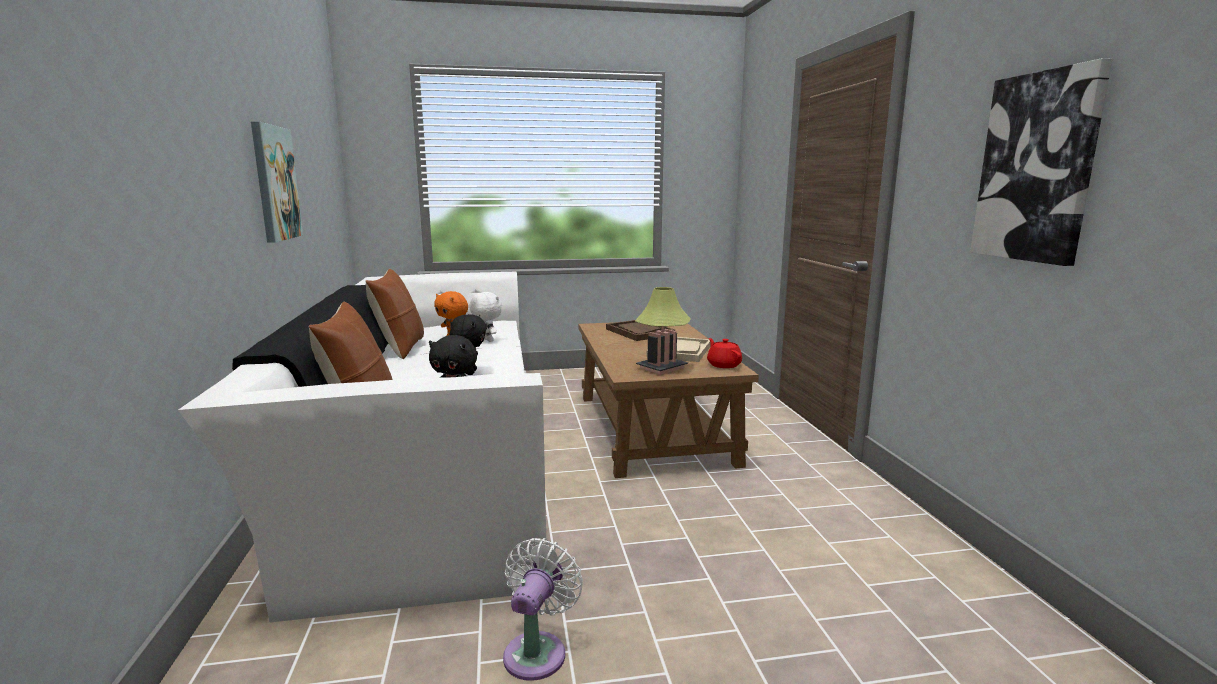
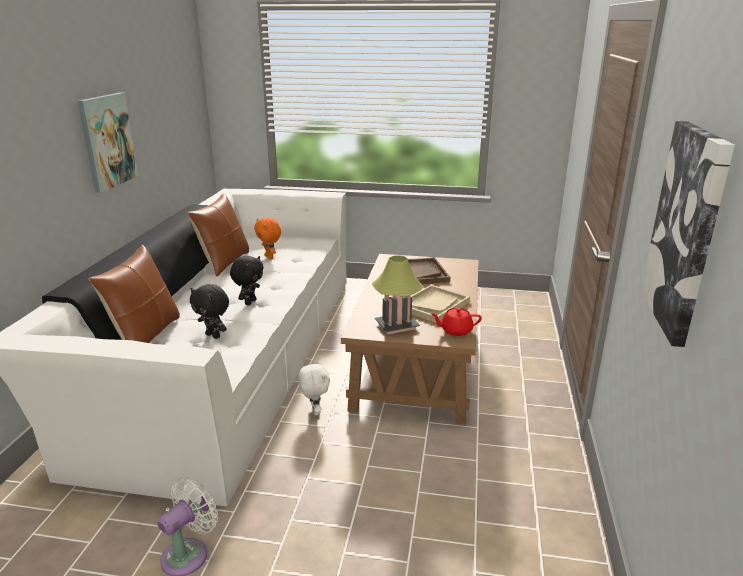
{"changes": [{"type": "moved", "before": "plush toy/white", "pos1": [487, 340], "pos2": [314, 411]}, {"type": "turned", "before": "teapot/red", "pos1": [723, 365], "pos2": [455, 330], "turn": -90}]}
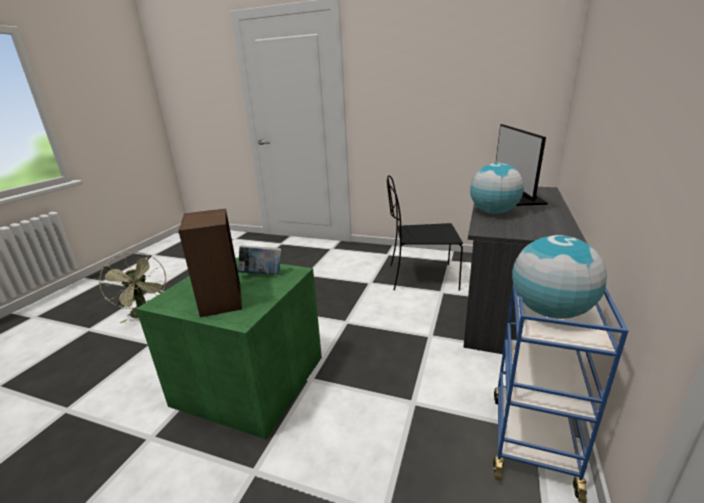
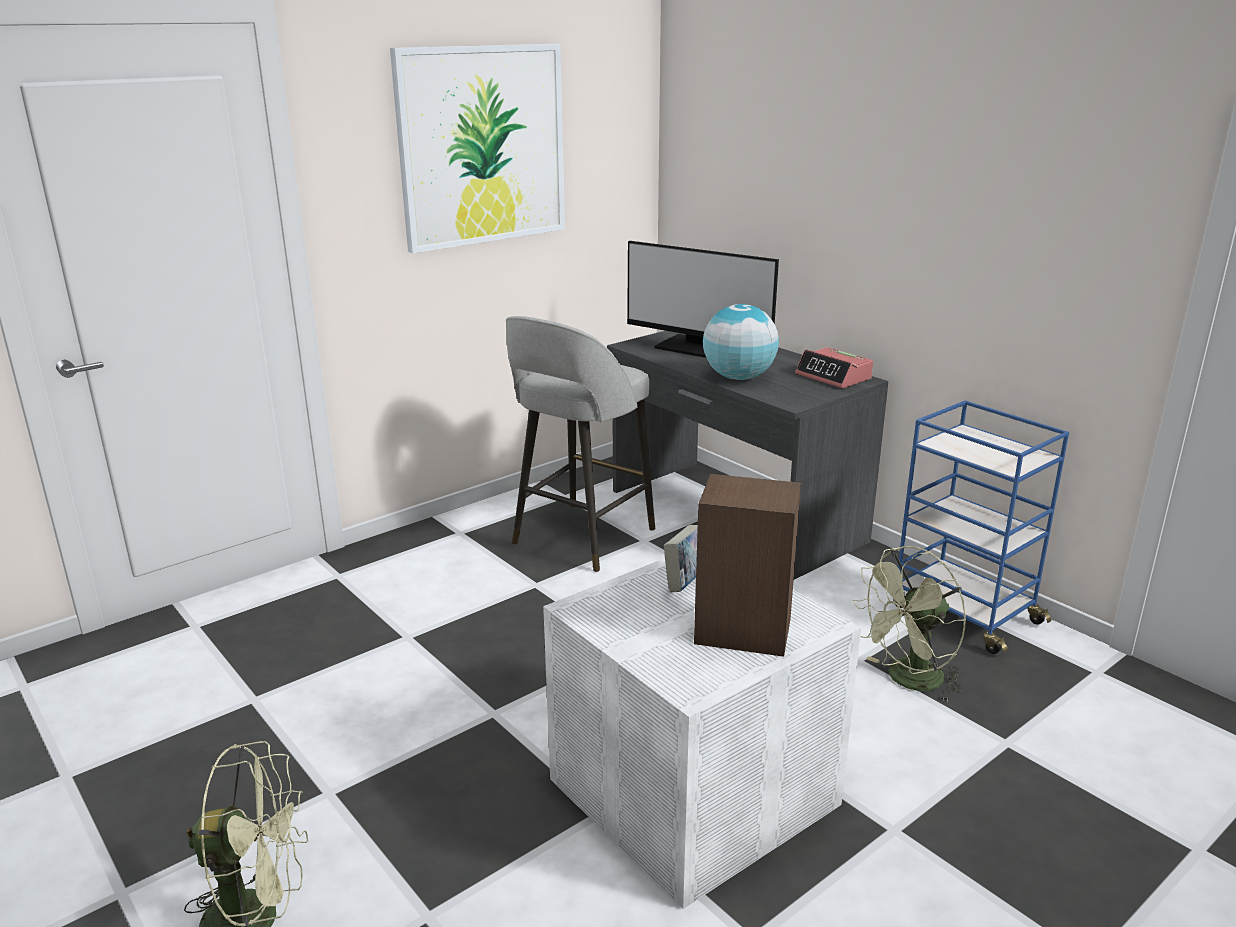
{"changes": [{"type": "removed", "before": "globe", "pos1": [550, 311]}, {"type": "added", "after": "picture", "pos2": [482, 146]}, {"type": "added", "after": "alarm clock", "pos2": [833, 377]}, {"type": "added", "after": "fan/green", "pos2": [908, 681]}, {"type": "replaced", "before": "chair/black", "after": "stool/grey", "pos1": [420, 277], "pos2": [581, 538]}, {"type": "recoloured", "before": "storage box/green", "after": "storage box/white", "pos1": [250, 382], "pos2": [698, 792]}]}
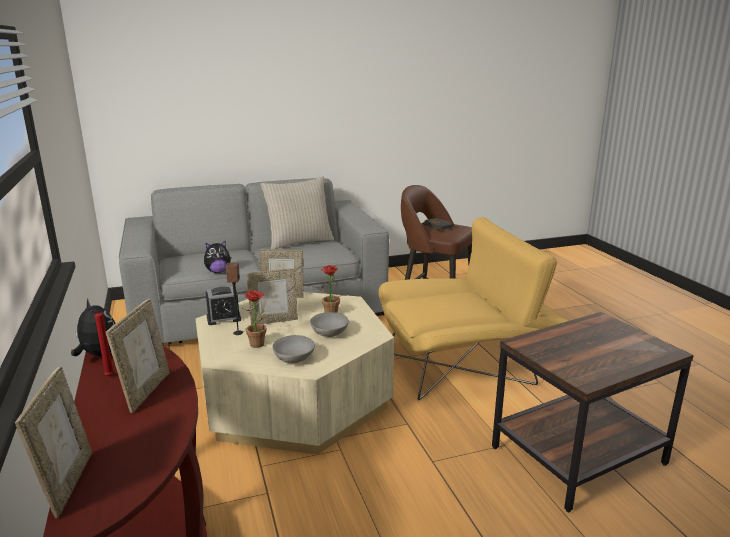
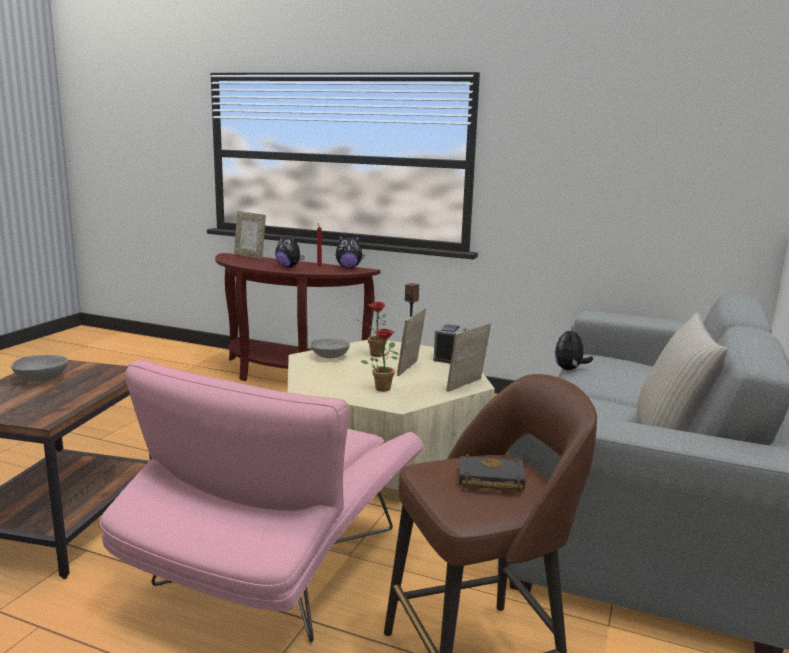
{"changes": [{"type": "moved", "before": "bowl/grey", "pos1": [330, 333], "pos2": [41, 379]}, {"type": "replaced", "before": "picture frame", "after": "plush toy", "pos1": [146, 391], "pos2": [289, 267]}, {"type": "recoloured", "before": "armchair/yellow", "after": "armchair/pink", "pos1": [468, 365], "pos2": [274, 569]}]}
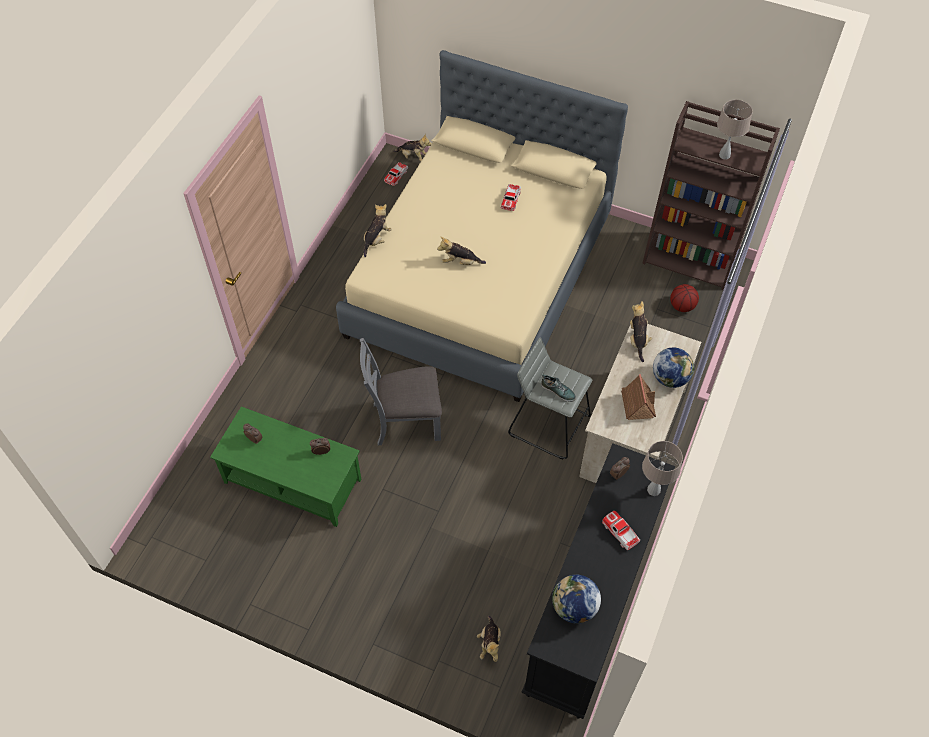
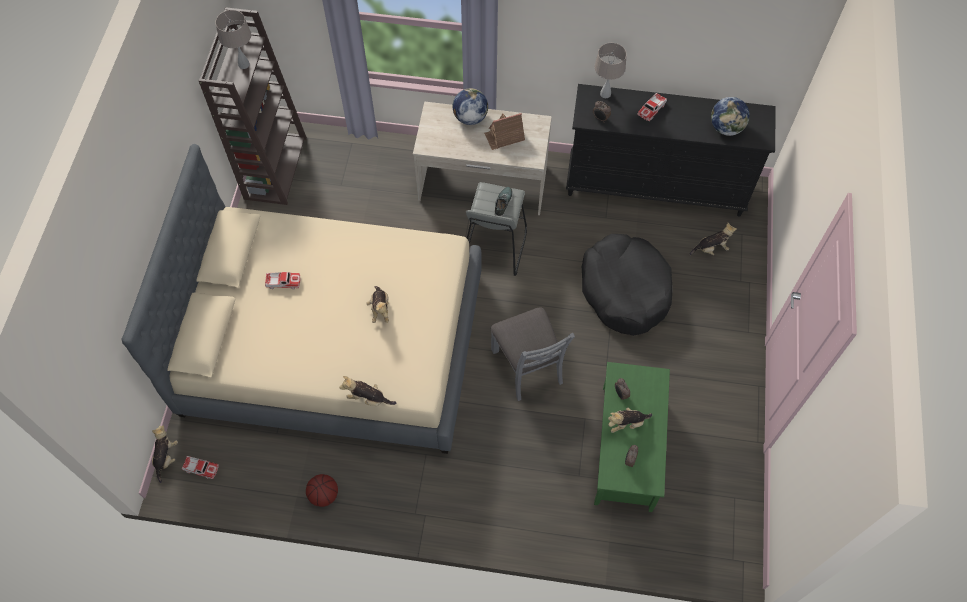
{"changes": [{"type": "added", "after": "dog bed/black", "pos2": [625, 290]}, {"type": "moved", "before": "plush toy", "pos1": [637, 340], "pos2": [626, 423]}, {"type": "moved", "before": "basketball", "pos1": [682, 306], "pos2": [323, 495]}]}
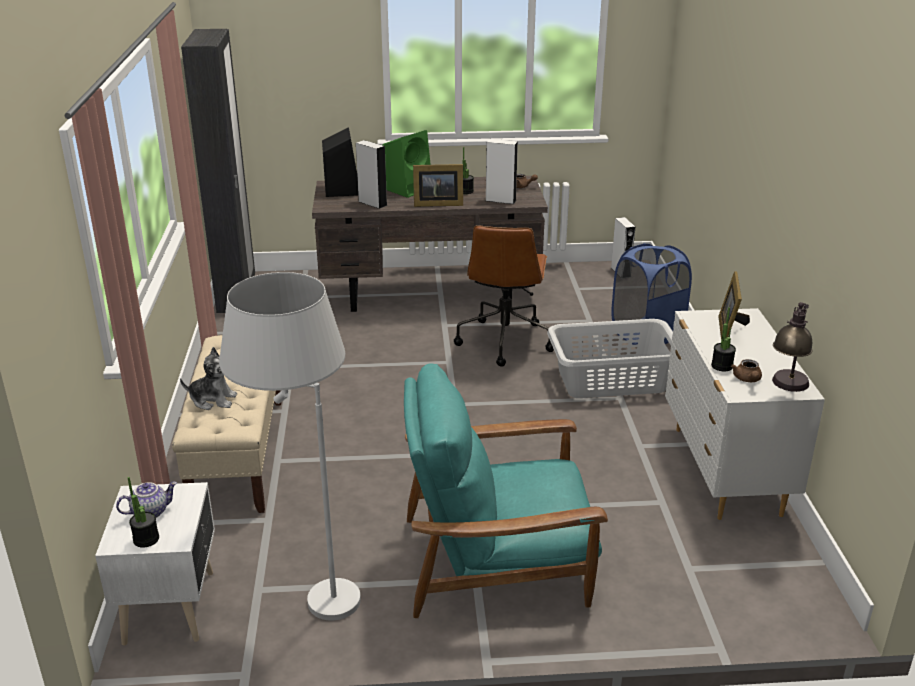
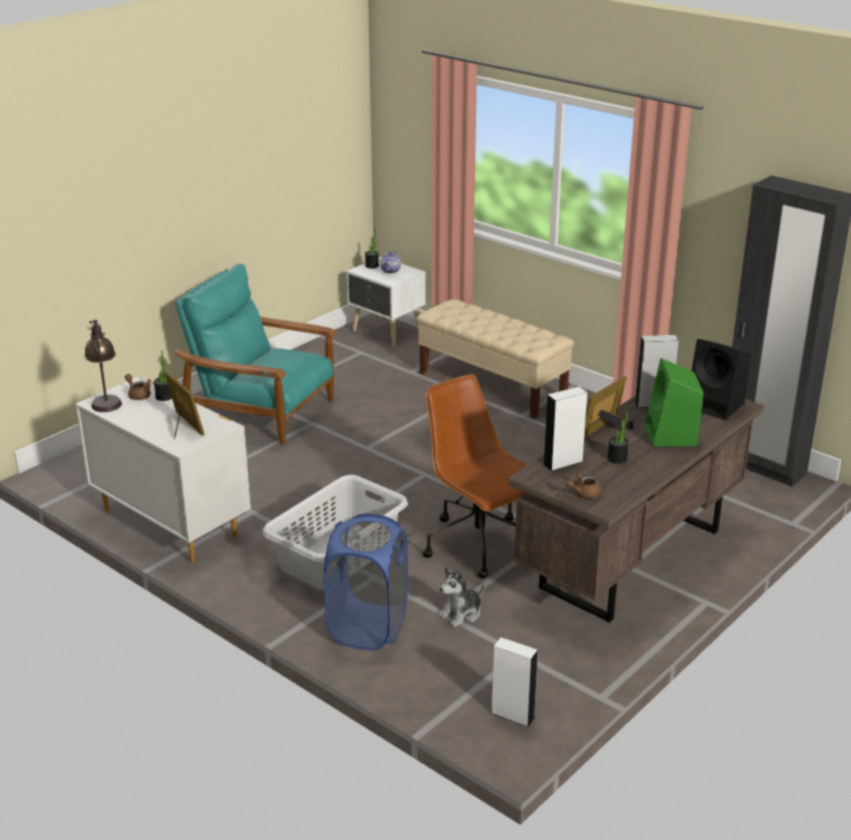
{"changes": [{"type": "removed", "before": "floor lamp/white", "pos1": [306, 596]}, {"type": "moved", "before": "plush toy", "pos1": [213, 400], "pos2": [461, 613]}, {"type": "turned", "before": "armchair/turquoise", "pos1": [498, 561], "pos2": [261, 411], "turn": -105}]}
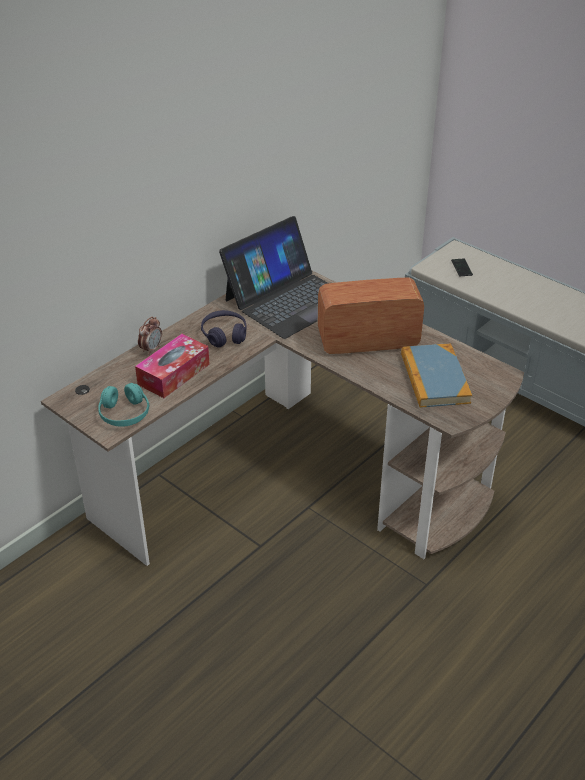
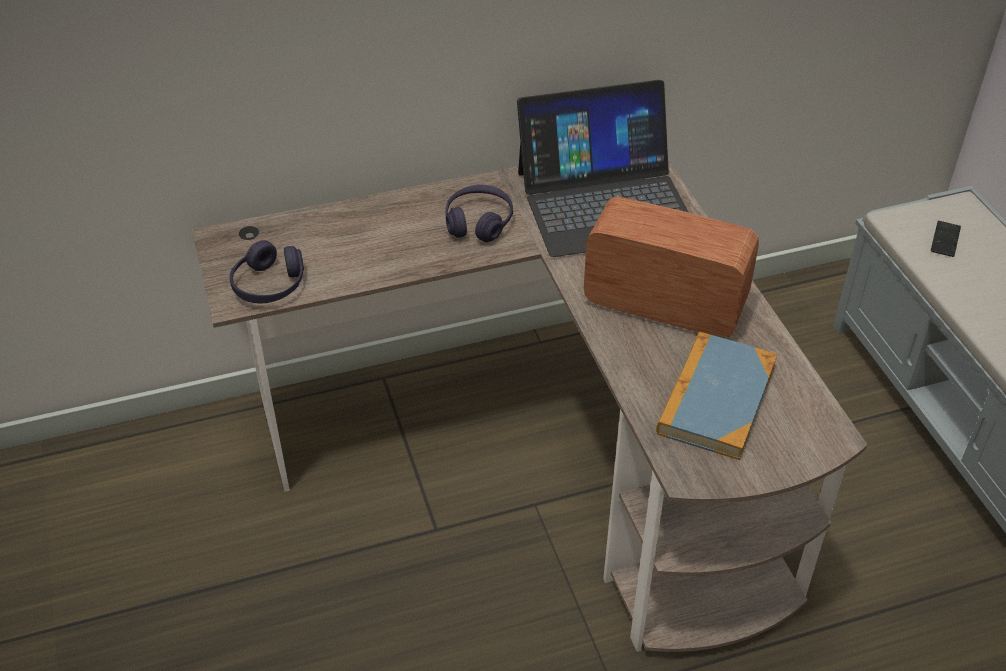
{"changes": [{"type": "removed", "before": "tissue box", "pos1": [174, 374]}, {"type": "removed", "before": "alarm clock", "pos1": [151, 349]}, {"type": "recoloured", "before": "headphones/turquoise", "after": "headphones/purple", "pos1": [124, 414], "pos2": [269, 285]}]}
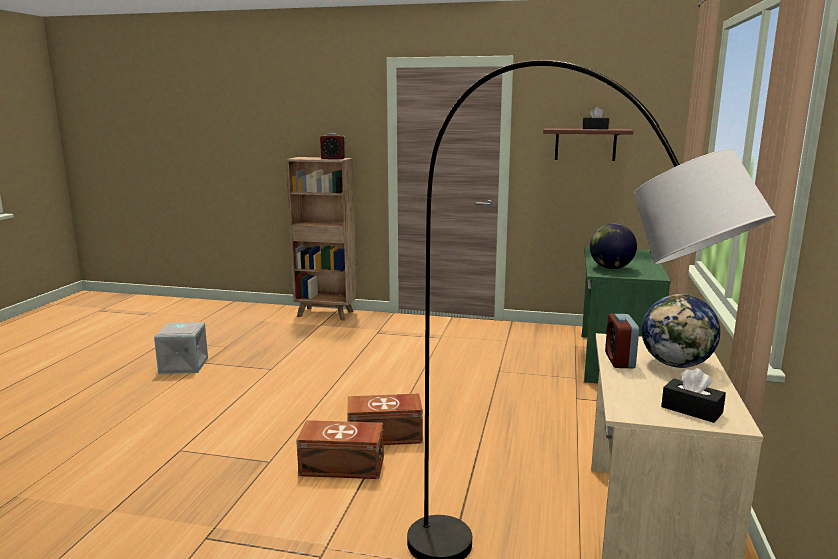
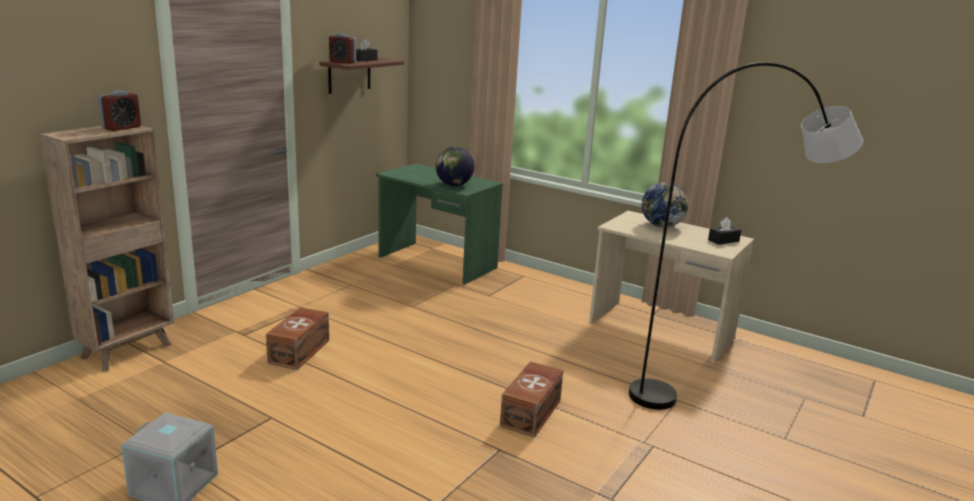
{"changes": [{"type": "moved", "before": "storage box/brown", "pos1": [386, 436], "pos2": [300, 351]}, {"type": "moved", "before": "alarm clock", "pos1": [619, 361], "pos2": [342, 62]}]}
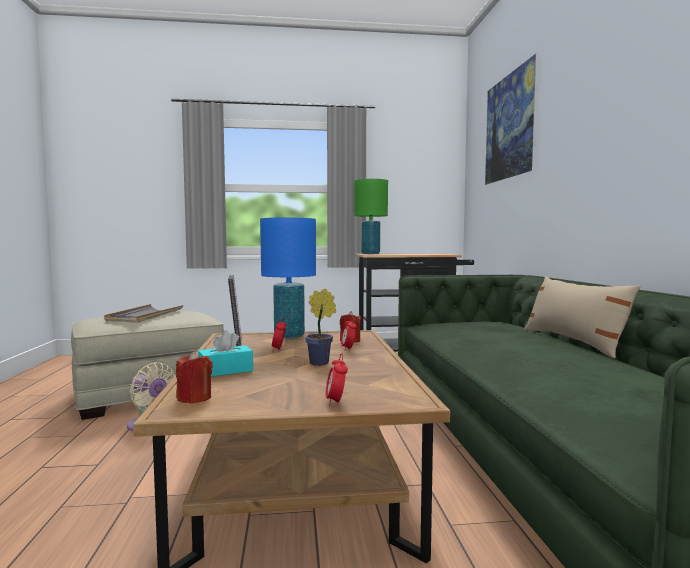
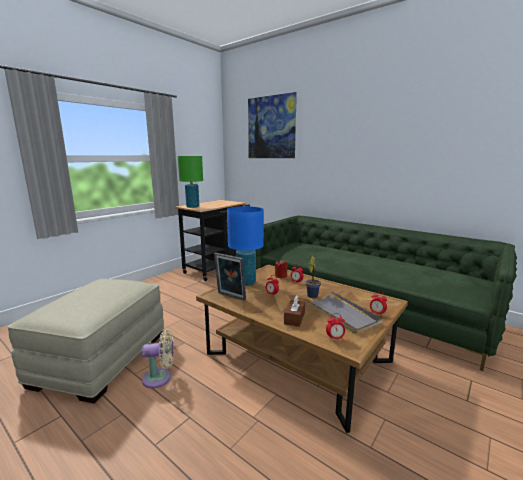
{"changes": [{"type": "removed", "before": "pillow/beige", "pos1": [573, 342]}, {"type": "moved", "before": "tray/grey", "pos1": [145, 316], "pos2": [341, 313]}, {"type": "replaced", "before": "candle/red", "after": "alarm clock", "pos1": [194, 398], "pos2": [335, 339]}, {"type": "recoloured", "before": "tissue box/turquoise", "after": "tissue box/brown", "pos1": [226, 371], "pos2": [294, 318]}]}
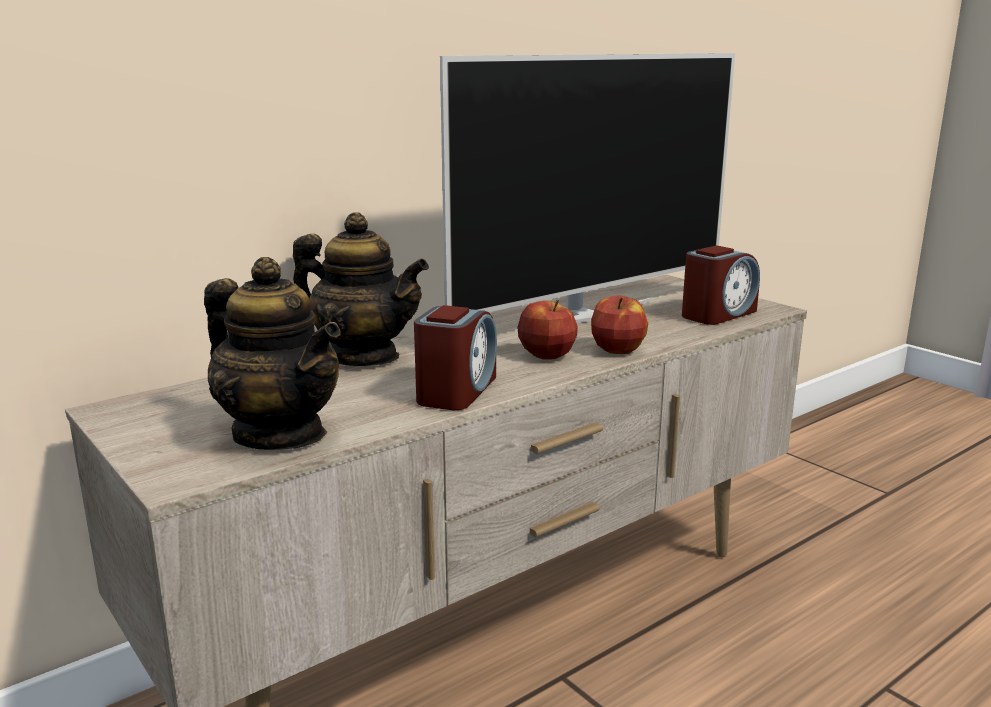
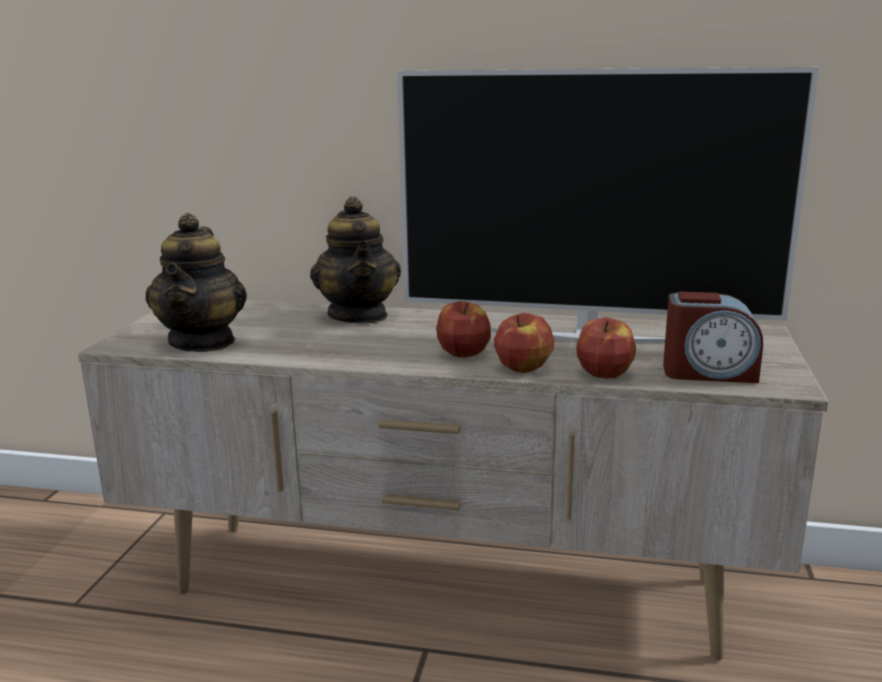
{"changes": [{"type": "removed", "before": "alarm clock", "pos1": [456, 391]}, {"type": "added", "after": "apple", "pos2": [605, 373]}]}
